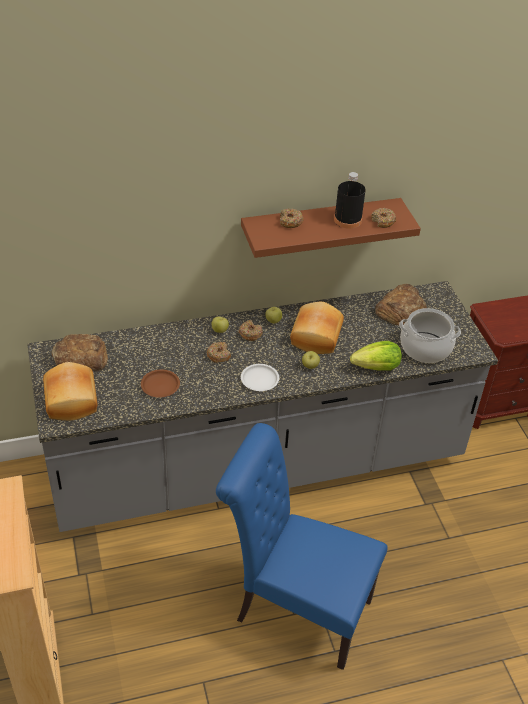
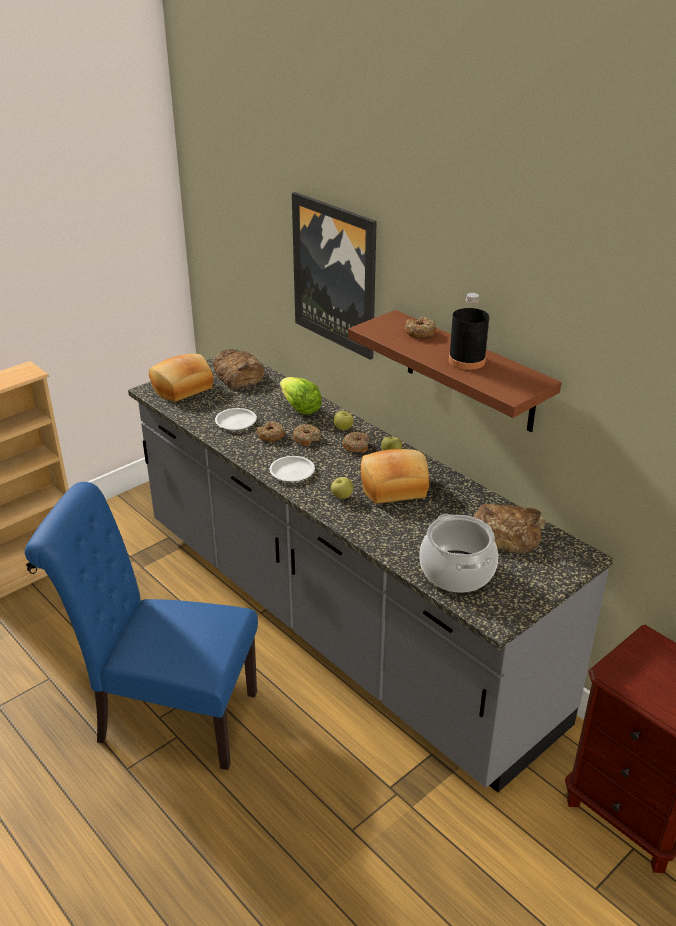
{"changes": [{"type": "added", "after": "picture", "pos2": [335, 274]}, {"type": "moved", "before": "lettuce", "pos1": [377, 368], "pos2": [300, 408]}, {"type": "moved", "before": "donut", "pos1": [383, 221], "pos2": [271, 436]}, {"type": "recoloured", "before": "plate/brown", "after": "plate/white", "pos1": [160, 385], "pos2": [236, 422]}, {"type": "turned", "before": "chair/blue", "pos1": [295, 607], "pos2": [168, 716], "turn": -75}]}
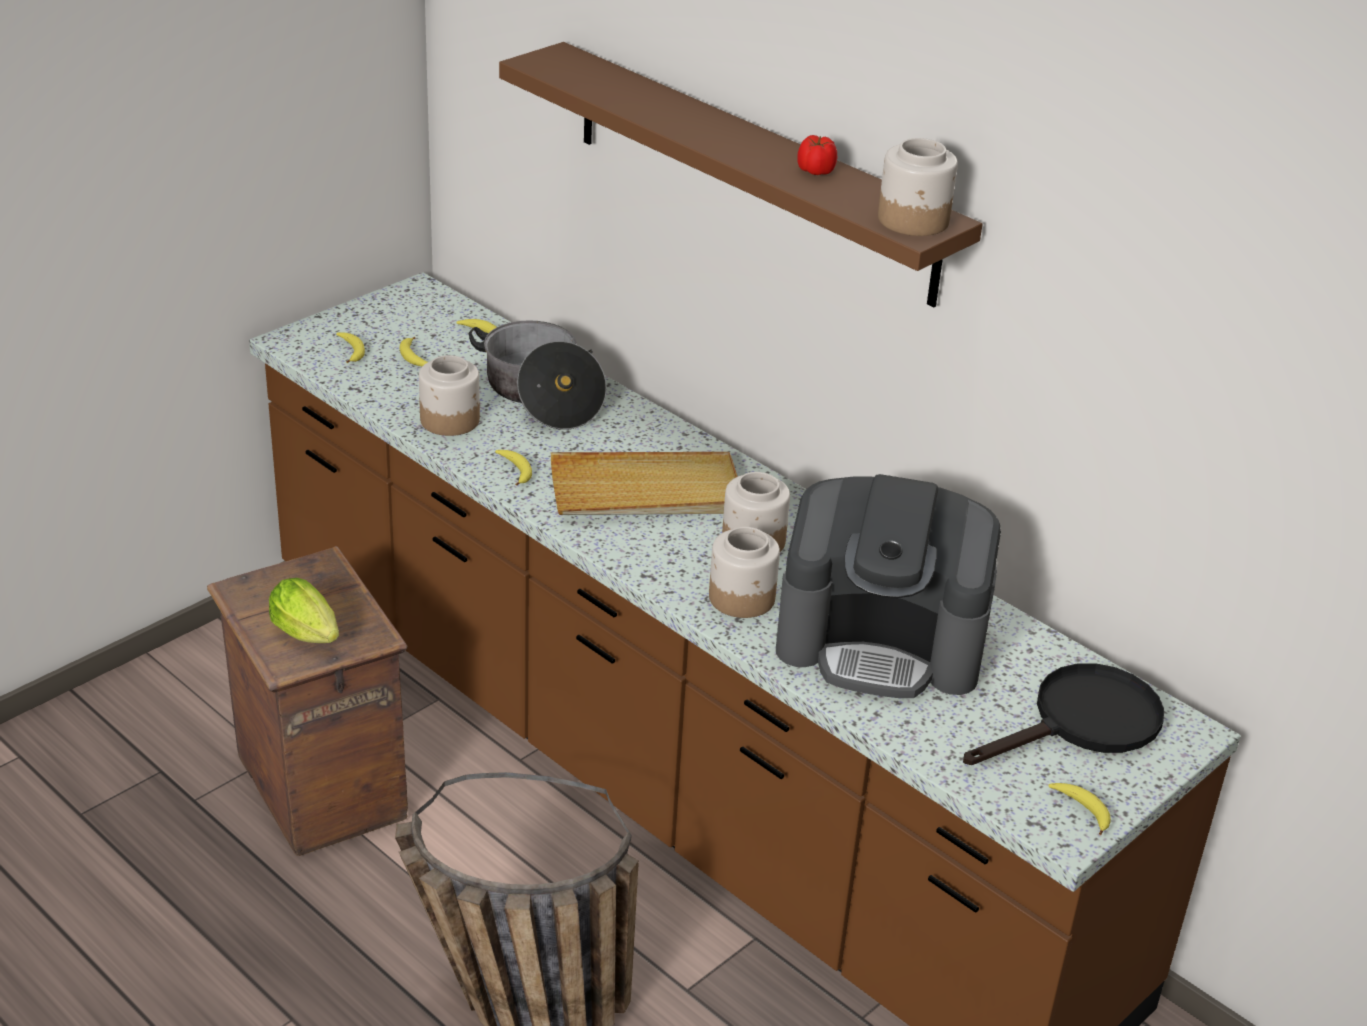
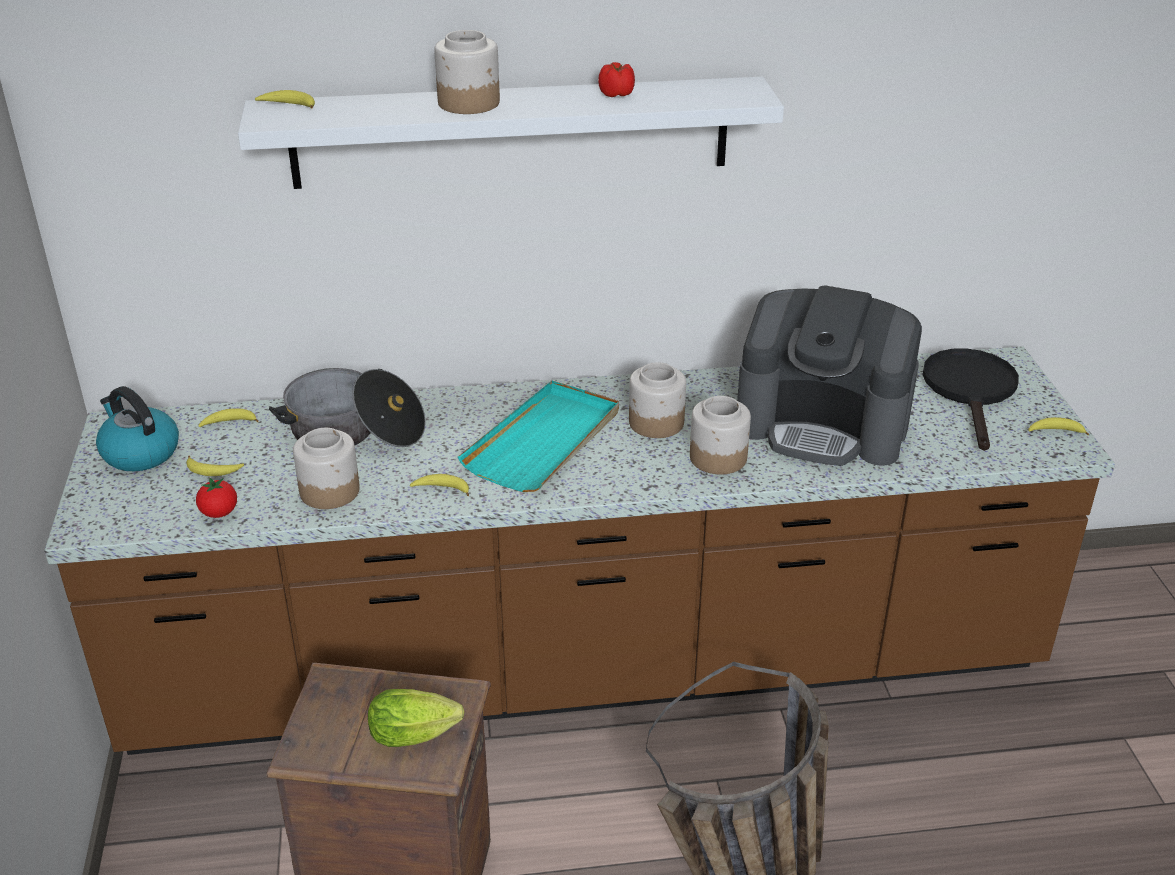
{"changes": [{"type": "added", "after": "kettle", "pos2": [139, 453]}, {"type": "added", "after": "tomato", "pos2": [219, 513]}, {"type": "moved", "before": "banana", "pos1": [351, 351], "pos2": [288, 105]}, {"type": "moved", "before": "jar", "pos1": [914, 220], "pos2": [469, 103]}, {"type": "recoloured", "before": "shelf/brown", "after": "shelf/white", "pos1": [752, 172], "pos2": [511, 132]}, {"type": "recoloured", "before": "tray/beige", "after": "tray/turquoise", "pos1": [646, 492], "pos2": [544, 441]}, {"type": "turned", "before": "coffee machine", "pos1": [882, 642], "pos2": [823, 424], "turn": 60}]}
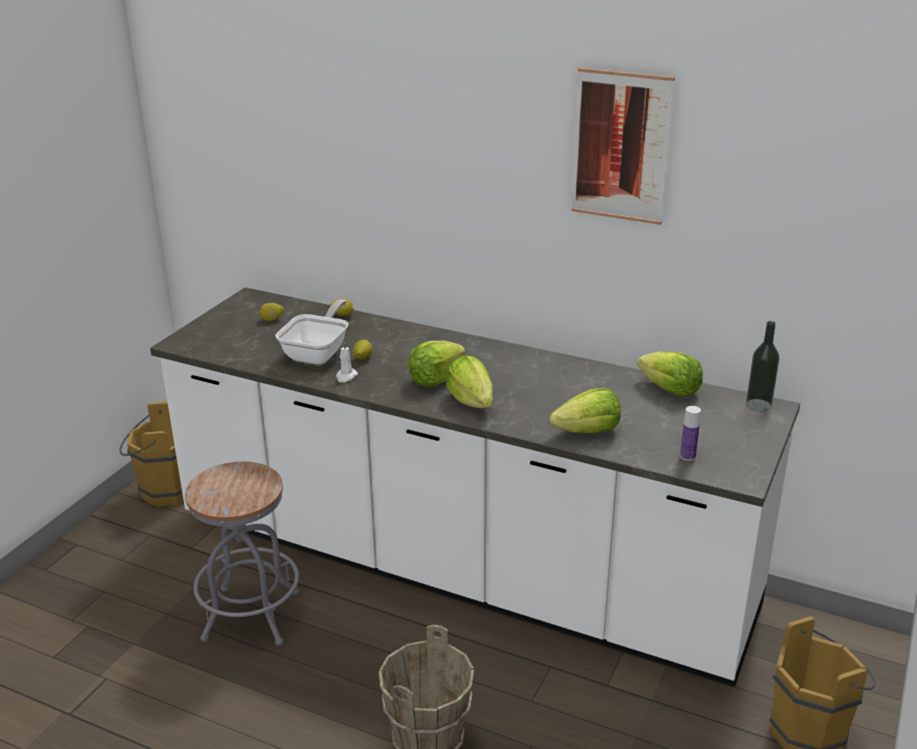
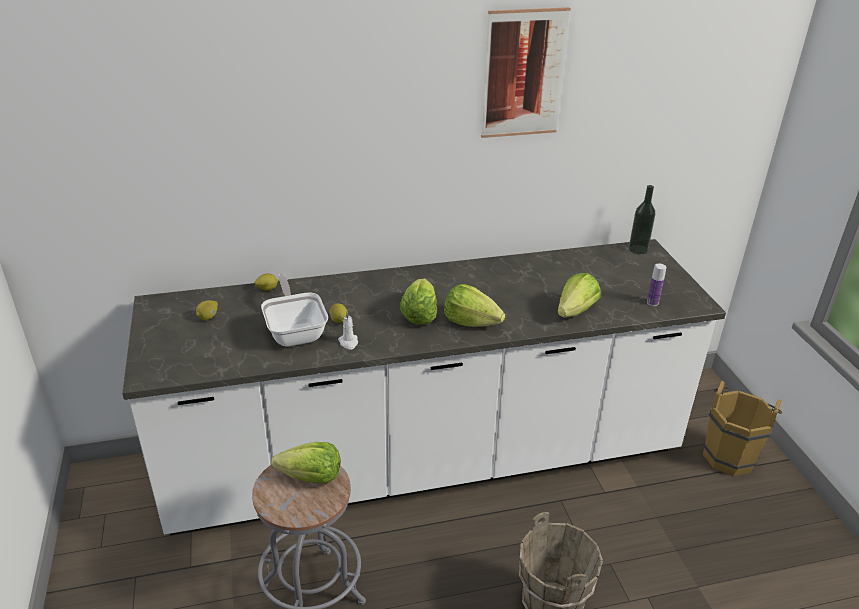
{"changes": [{"type": "removed", "before": "bucket/brown", "pos1": [164, 491]}, {"type": "moved", "before": "lettuce", "pos1": [669, 390], "pos2": [311, 477]}]}
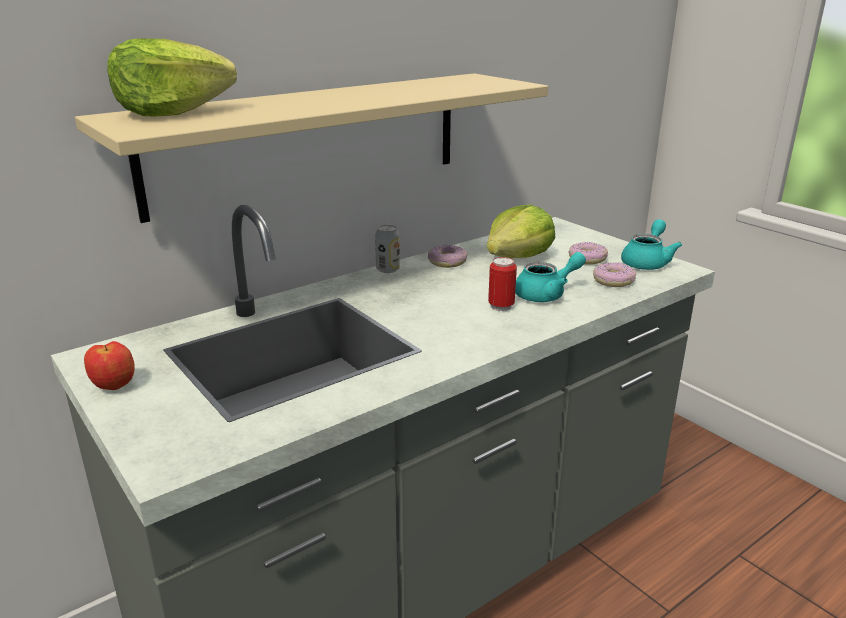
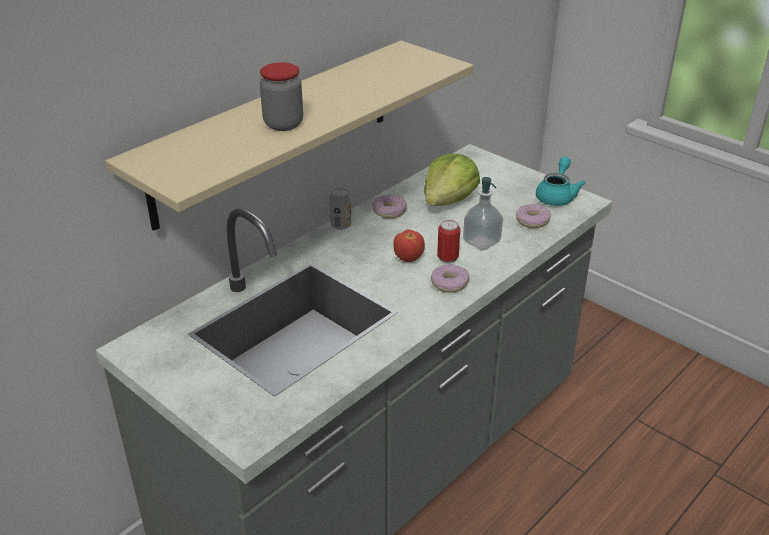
{"changes": [{"type": "removed", "before": "lettuce", "pos1": [172, 112]}, {"type": "added", "after": "jar", "pos2": [283, 124]}, {"type": "moved", "before": "apple", "pos1": [115, 387], "pos2": [408, 259]}, {"type": "moved", "before": "donut", "pos1": [586, 259], "pos2": [449, 283]}, {"type": "replaced", "before": "teapot/turquoise", "after": "soap dispenser", "pos1": [546, 294], "pos2": [481, 242]}]}
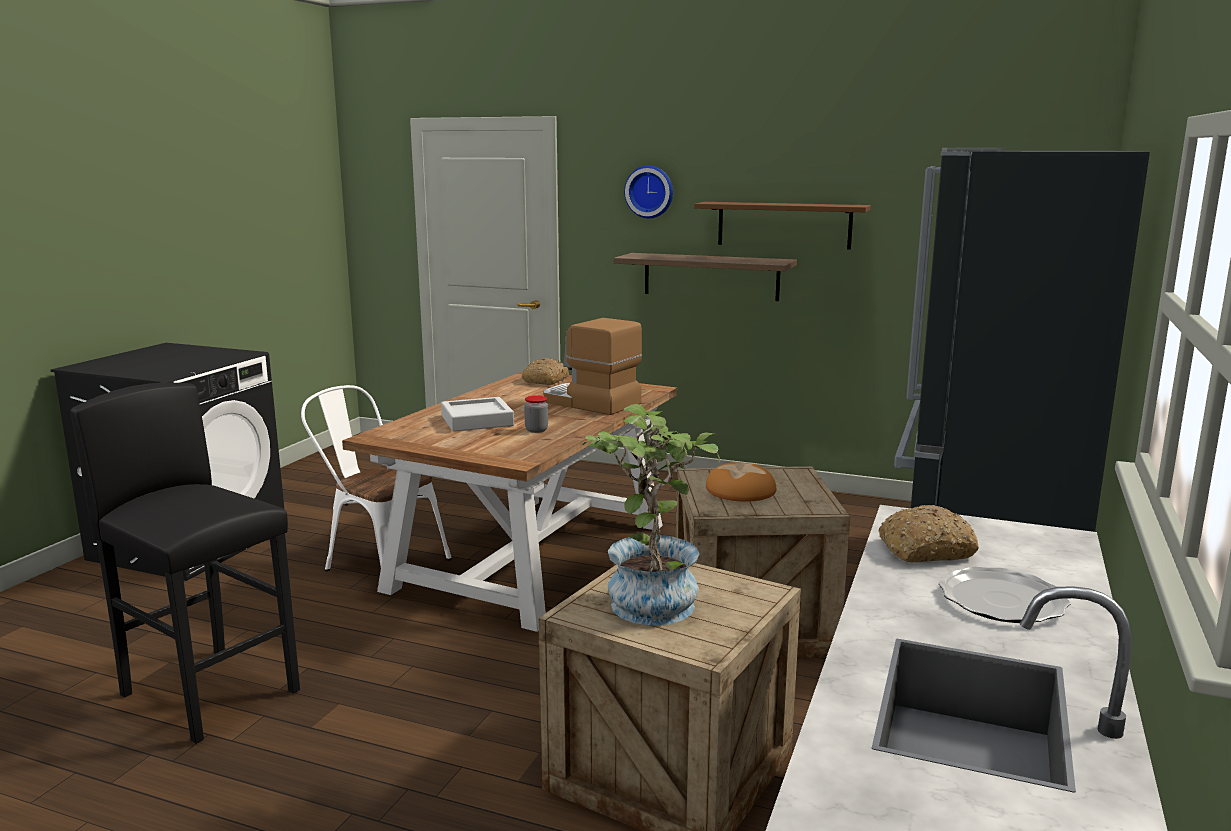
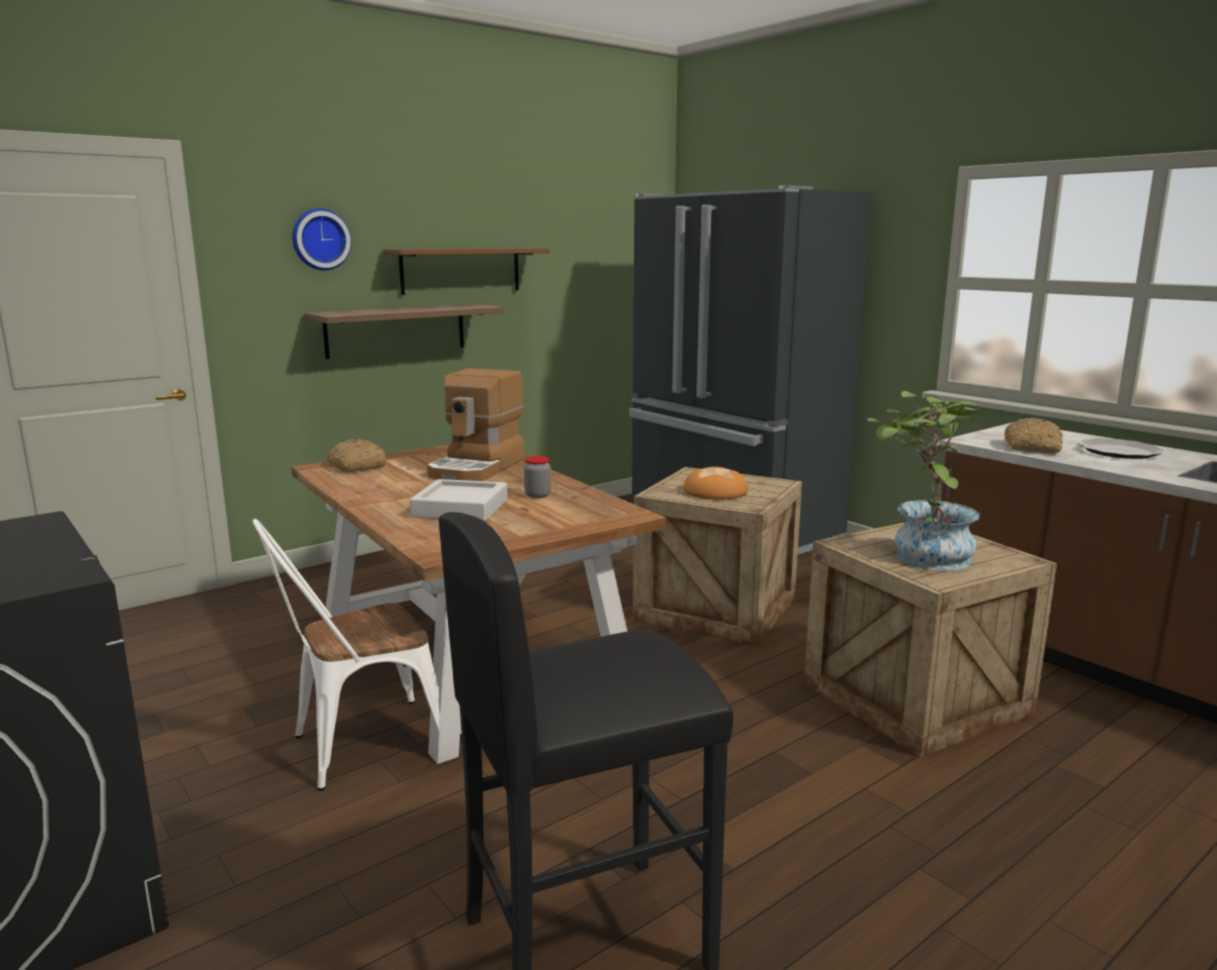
{"changes": [{"type": "turned", "before": "coffee machine", "pos1": [589, 403], "pos2": [478, 468], "turn": -45}]}
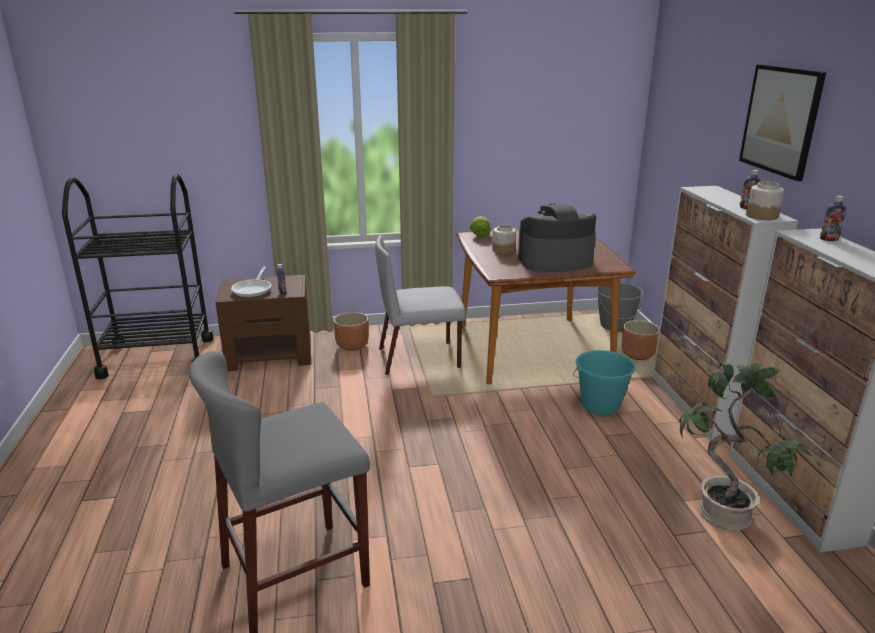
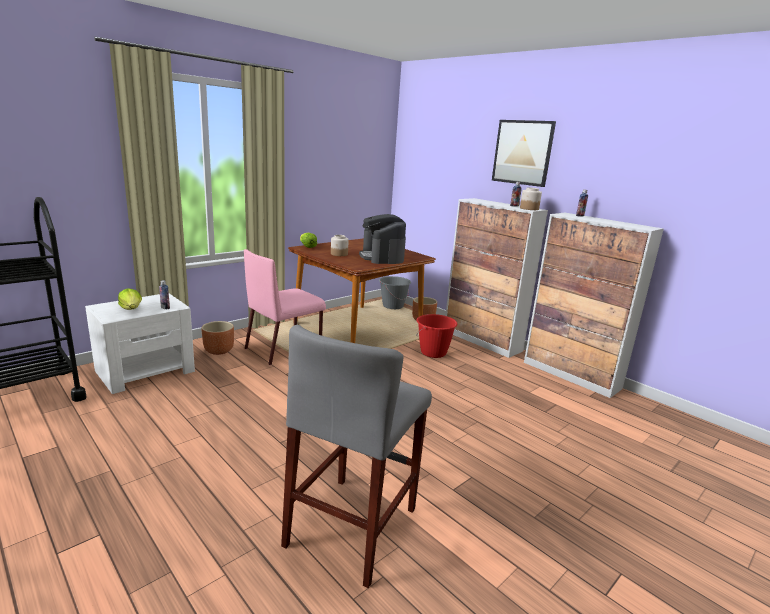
{"changes": [{"type": "removed", "before": "potted plant", "pos1": [722, 514]}, {"type": "replaced", "before": "frying pan", "after": "lettuce", "pos1": [253, 289], "pos2": [131, 309]}, {"type": "recoloured", "before": "nightstand/brown", "after": "nightstand/white", "pos1": [270, 354], "pos2": [146, 371]}, {"type": "recoloured", "before": "chair/grey", "after": "chair/pink", "pos1": [420, 358], "pos2": [284, 348]}, {"type": "recoloured", "before": "bucket/turquoise", "after": "bucket/red", "pos1": [600, 406], "pos2": [433, 352]}, {"type": "turned", "before": "coffee machine", "pos1": [554, 261], "pos2": [382, 257], "turn": -60}]}
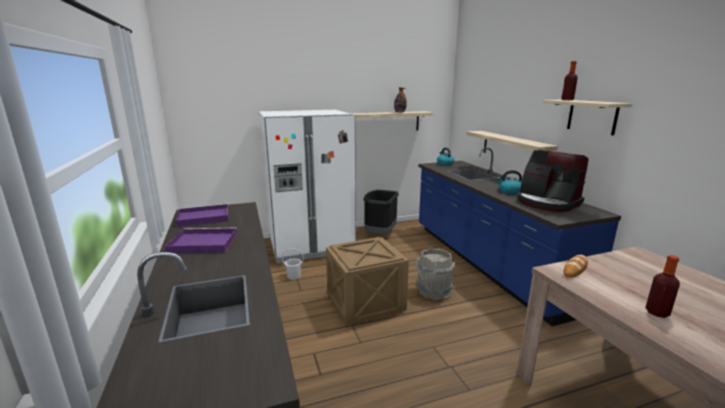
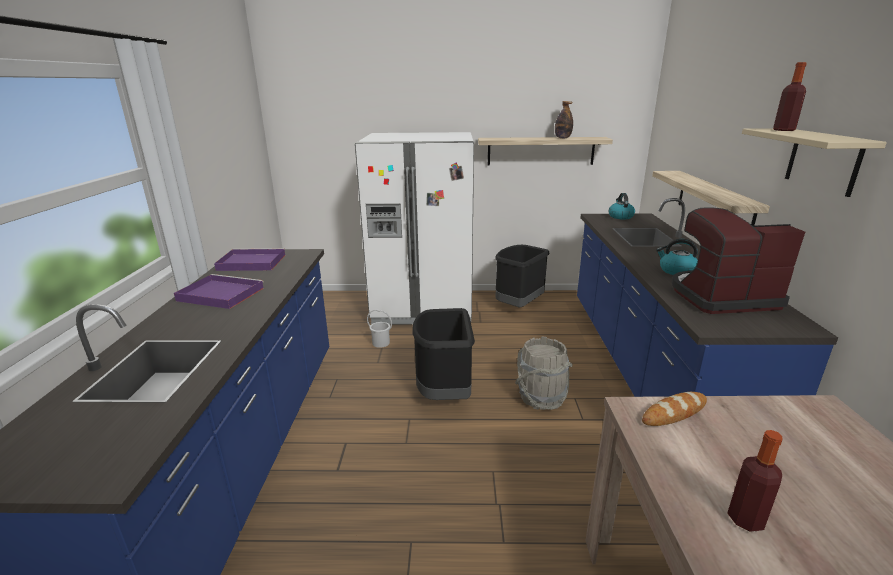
{"changes": [{"type": "replaced", "before": "crate", "after": "trash can/black", "pos1": [366, 303], "pos2": [444, 394]}, {"type": "turned", "before": "coffee machine", "pos1": [547, 202], "pos2": [721, 297], "turn": 105}]}
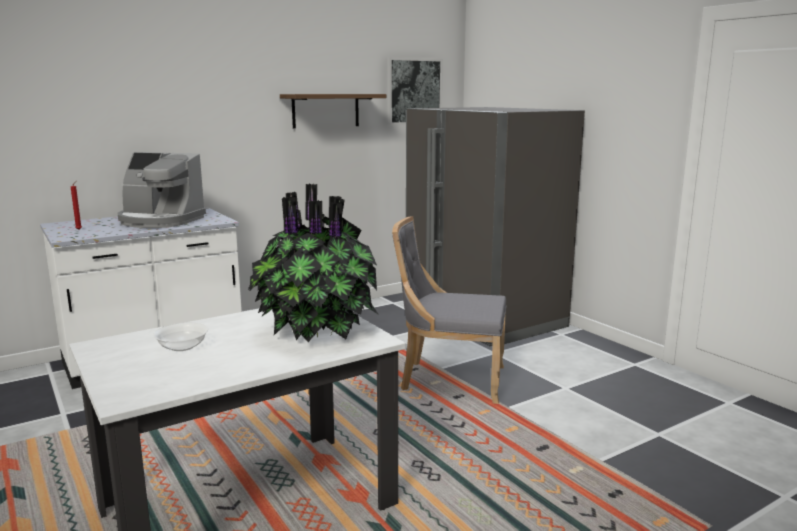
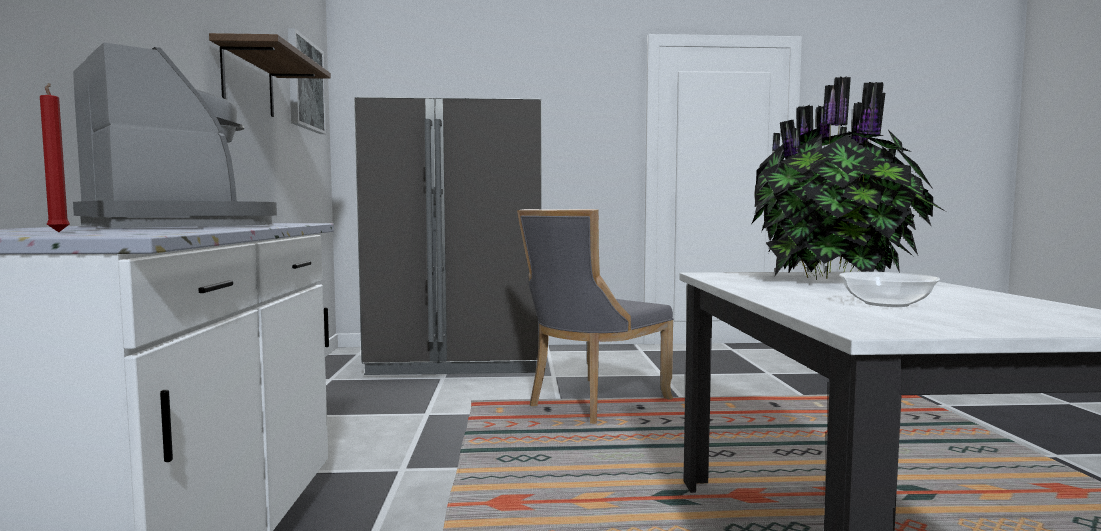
{"changes": [{"type": "turned", "before": "coffee machine", "pos1": [160, 221], "pos2": [181, 226], "turn": -90}]}
